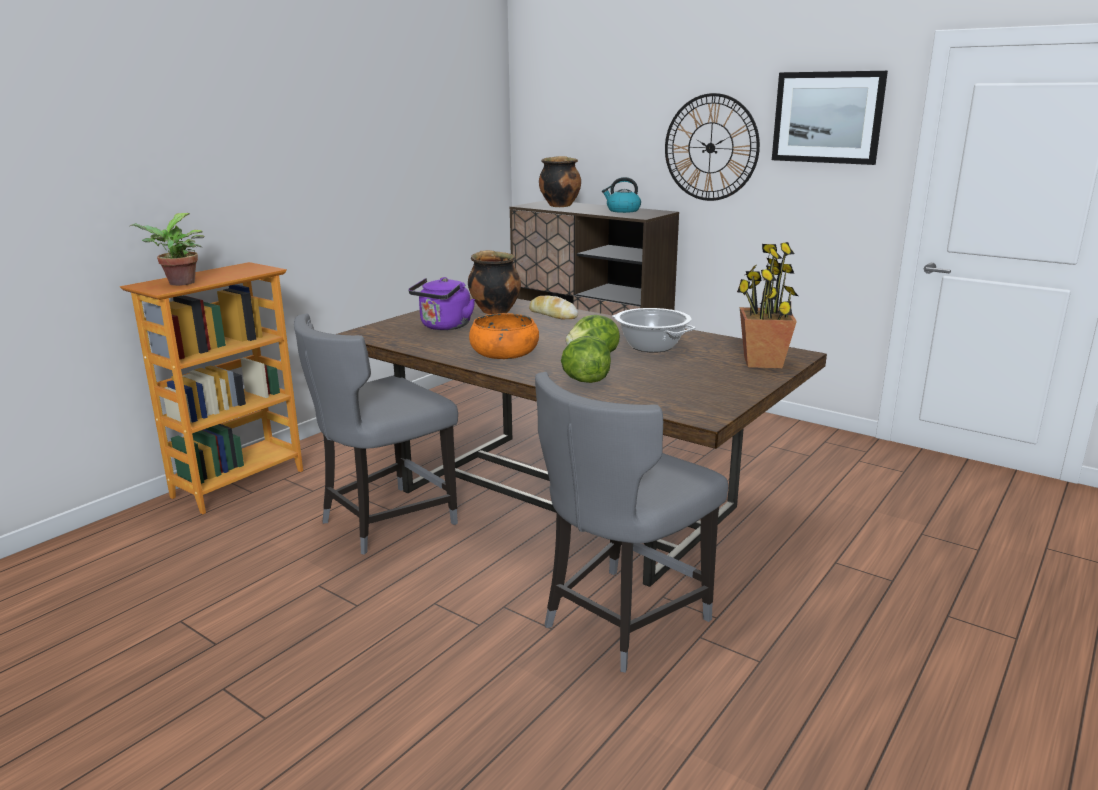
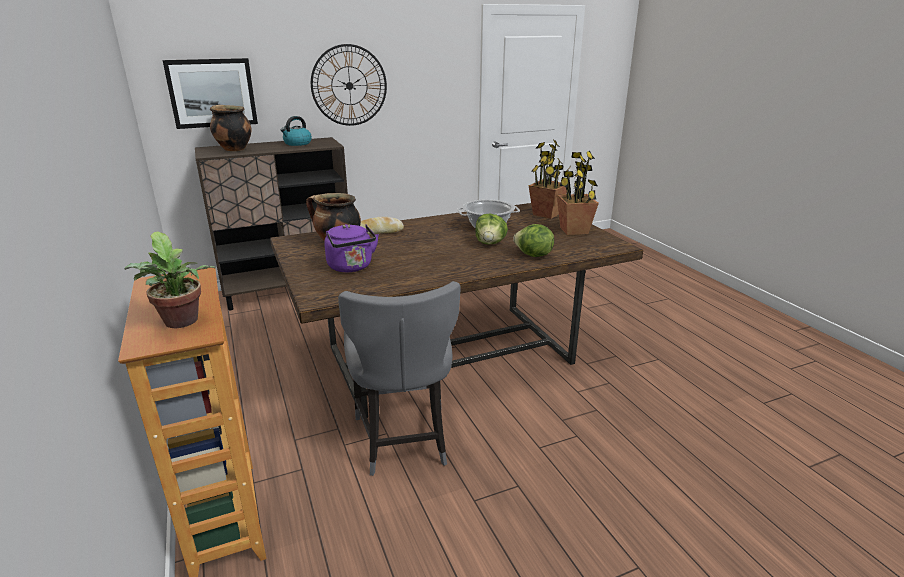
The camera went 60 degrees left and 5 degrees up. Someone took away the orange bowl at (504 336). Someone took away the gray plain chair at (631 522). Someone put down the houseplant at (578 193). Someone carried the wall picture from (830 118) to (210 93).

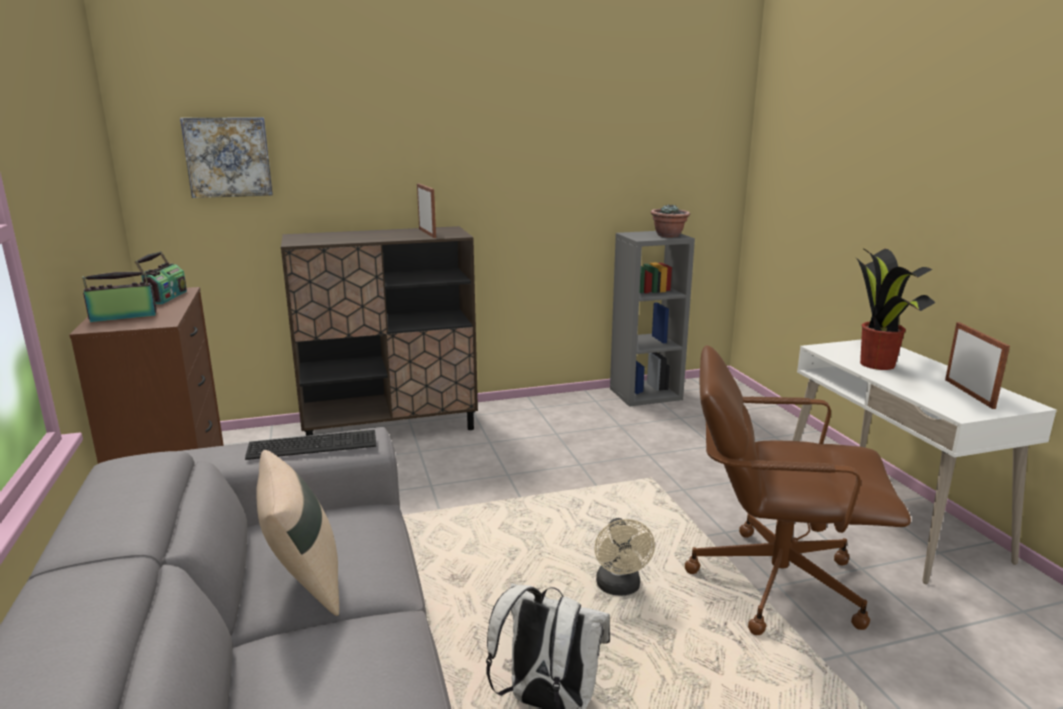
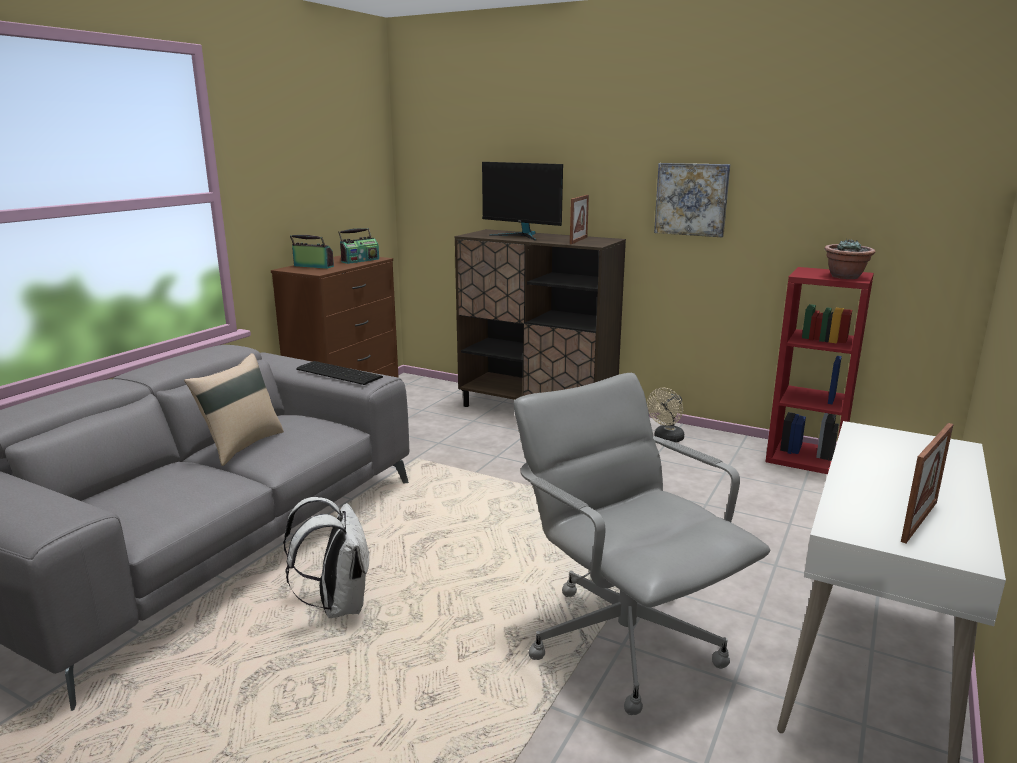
The camera went 45 degrees right and 0 degrees up. Someone took away the houseplant at (896 309). Someone put down the monitor at (522 201). Someone carried the wall picture from (226 157) to (692 200). Someone carried the sand-coloured electric fan from (625 556) to (665 415). Someone repainted the gray bookshelf at (652 319), which became the red-coloured bookshelf at (819 370). Someone repainted the brown-coloured desk chair at (798 490), which became the gray desk chair at (642 544).

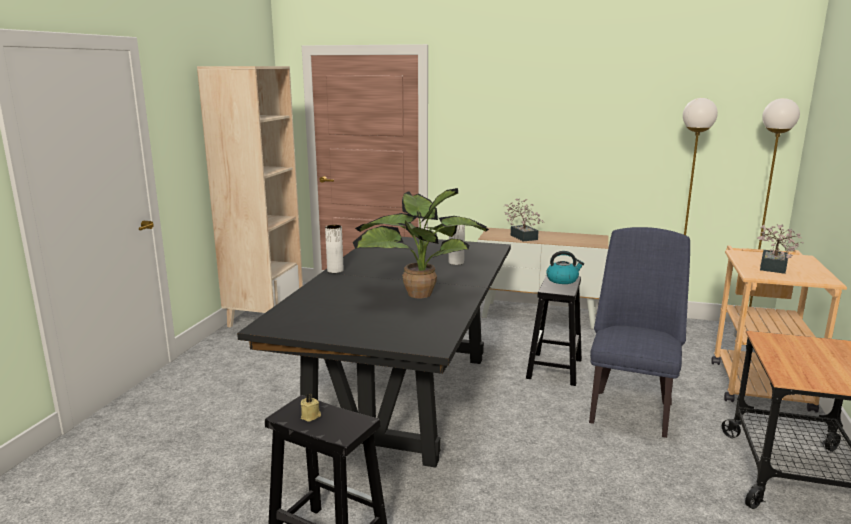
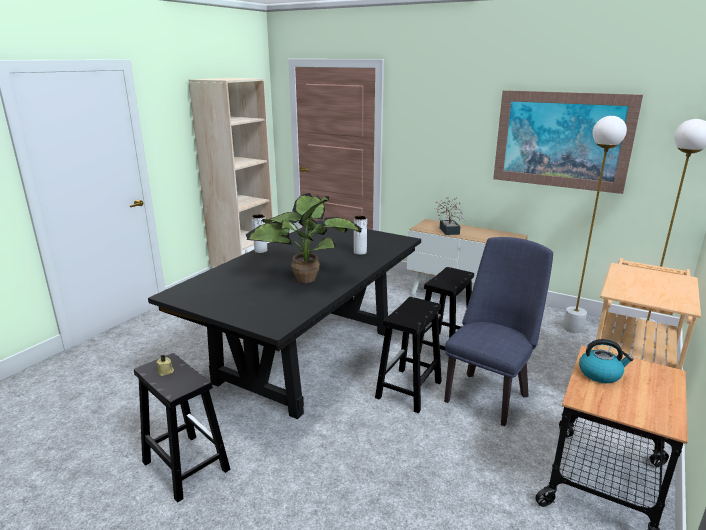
The camera went 15 degrees right and 5 degrees up. Someone took away the houseplant at (780 249). Someone put down the black stool seat at (408 355). Someone put up the wall picture at (568 142). Someone carried the tea kettle from (565 267) to (606 361).

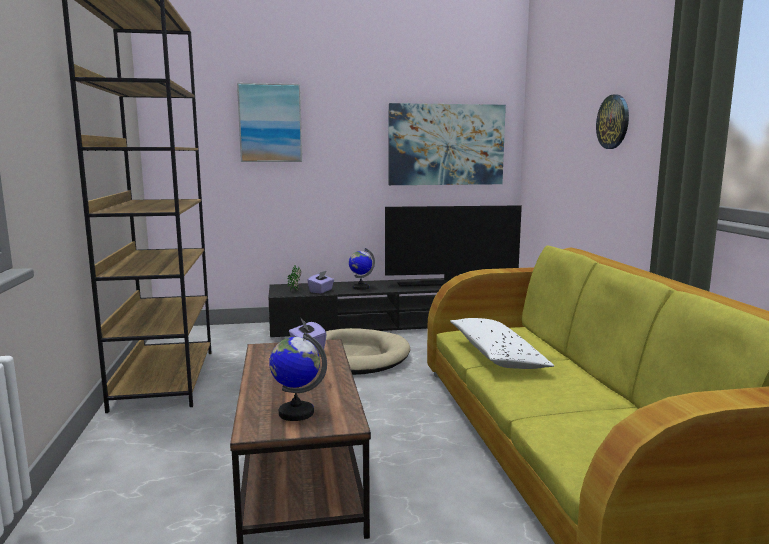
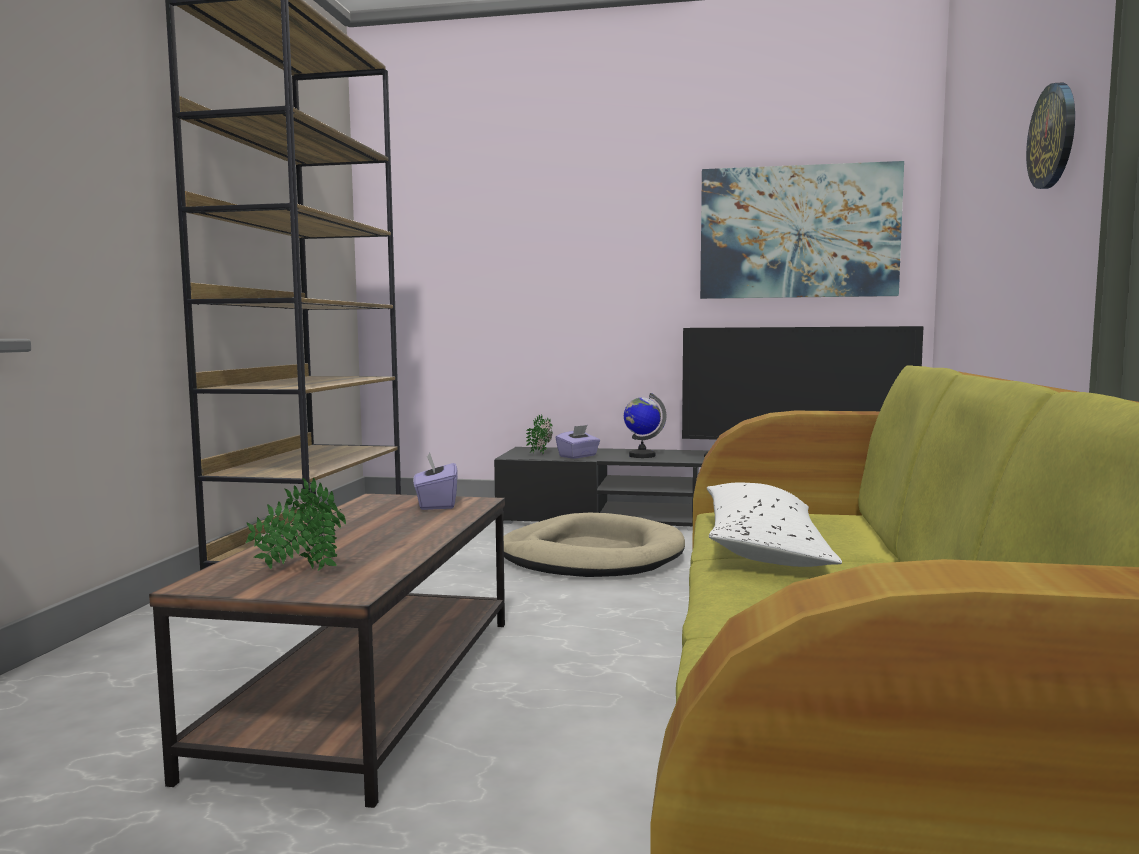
The camera went 20 degrees right and 5 degrees down. Someone took away the wall picture at (269 122). Someone swapped the world globe at (298 376) for the houseplant at (295 524).

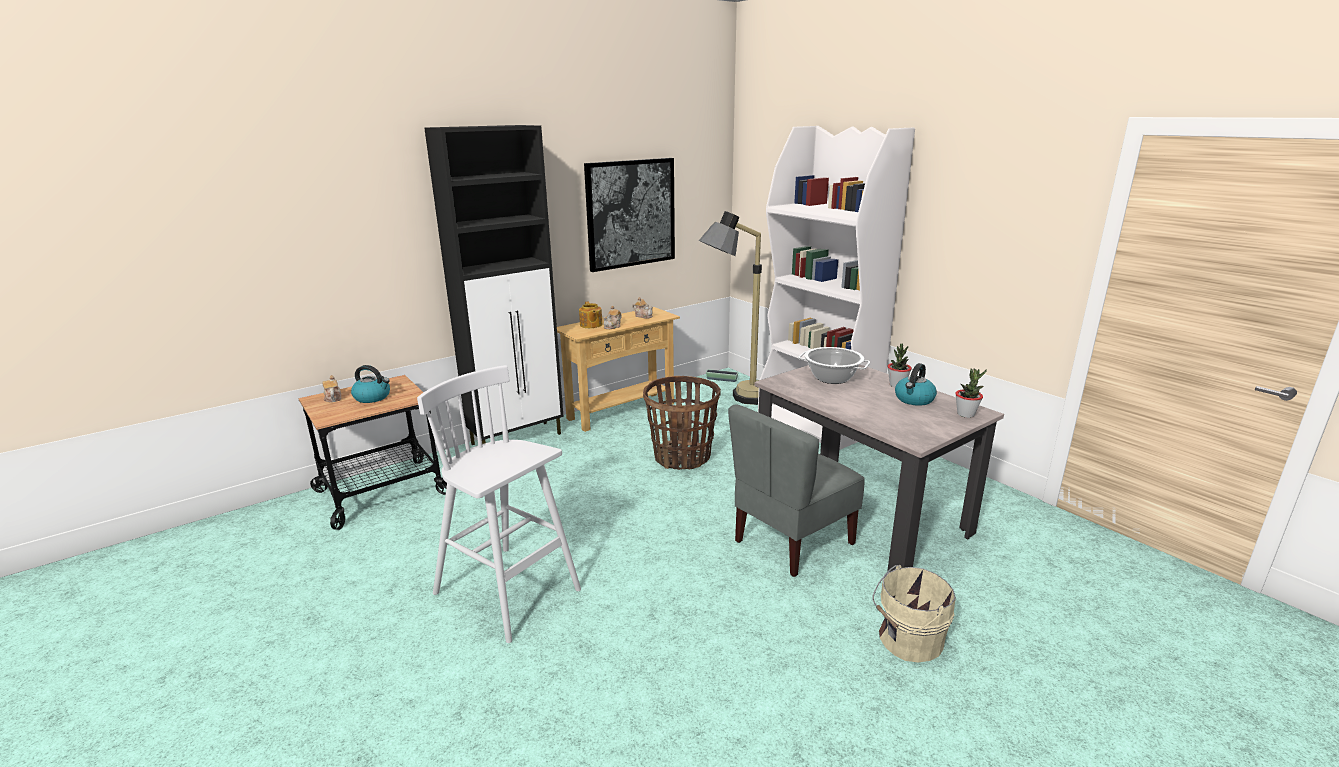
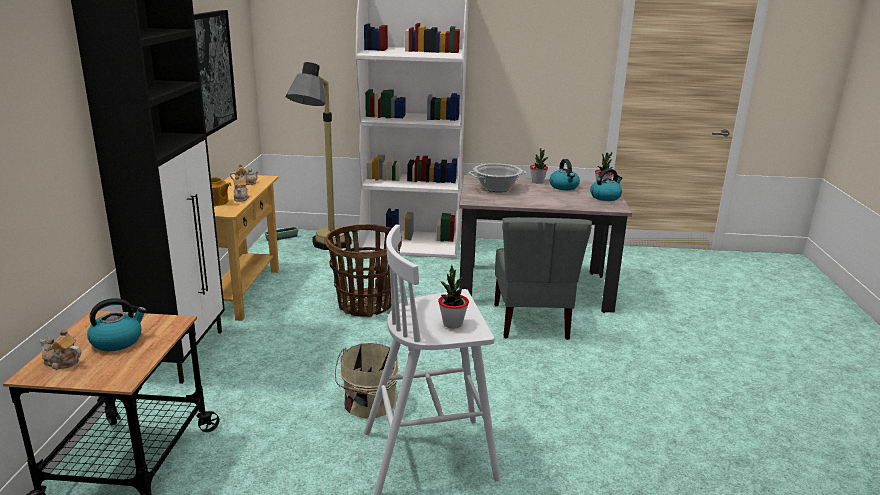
The camera went 50 degrees left and 0 degrees up. Someone put down the houseplant at (453 297). Someone put down the tea kettle at (606 184). Someone carried the sand-coloured pail from (914 613) to (367 381).

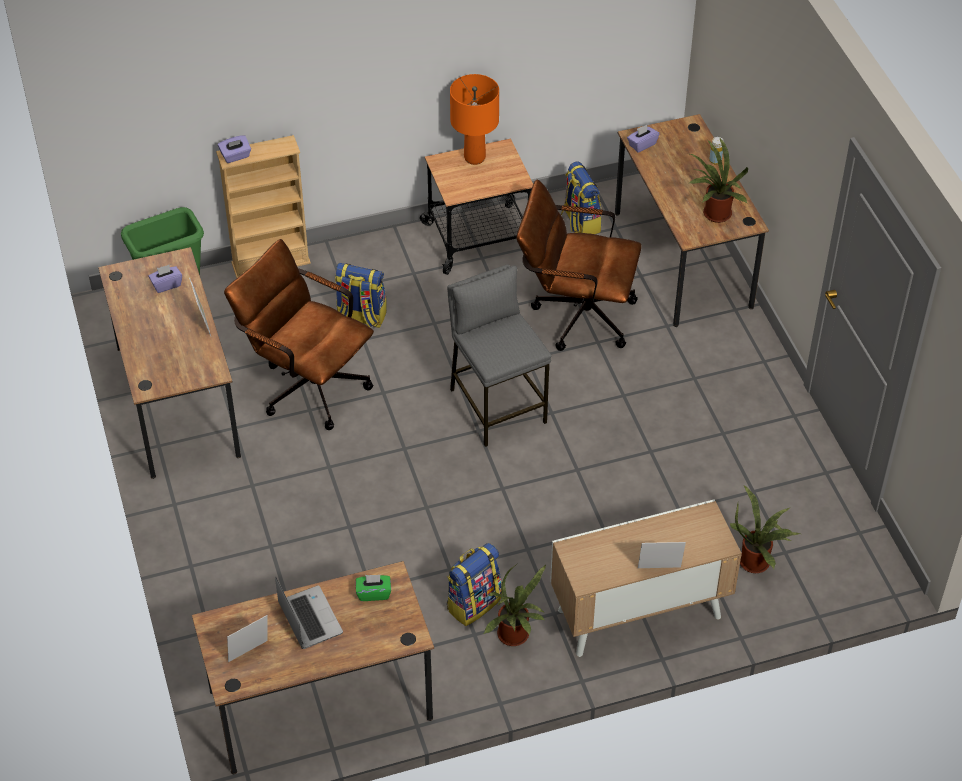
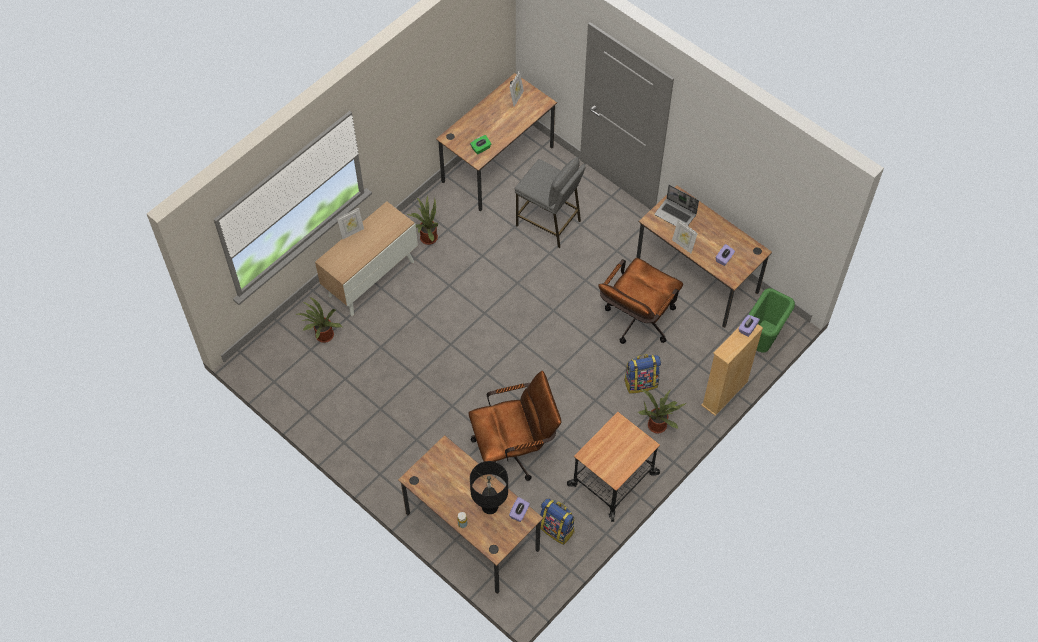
The camera went 150 degrees right and 10 degrees up. Someone took away the backpack at (474 584). Someone took away the orange table lamp at (474 119). Someone put down the black table lamp at (489 487). Someone carried the portable computer from (309 612) to (676 205). Someone carried the gray stool seat from (499 355) to (550 202). Someone carried the houseplant from (718 180) to (662 410). Someone rotated the brown-coloured desk chair at (299 334) by 120 degrees clockwise.

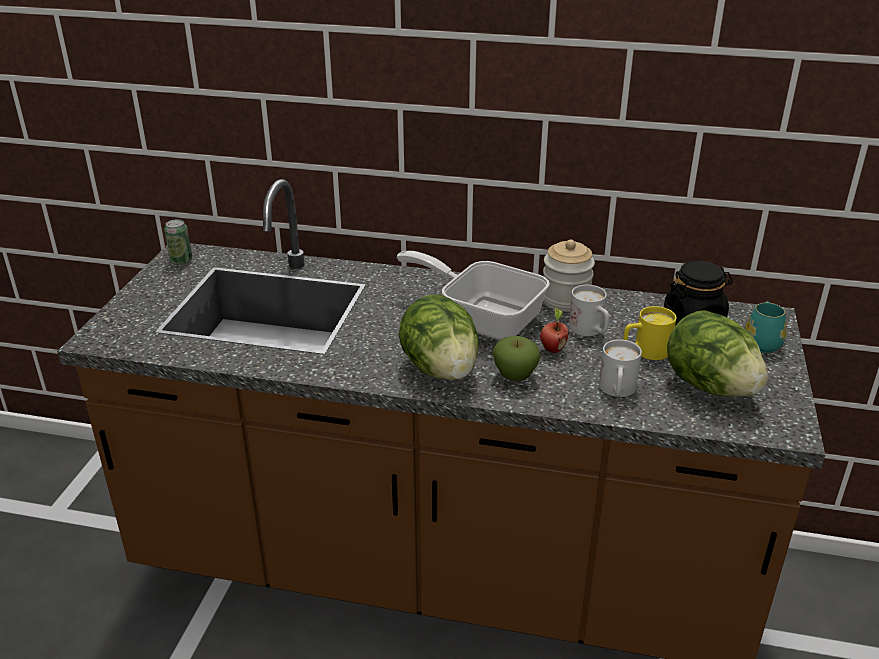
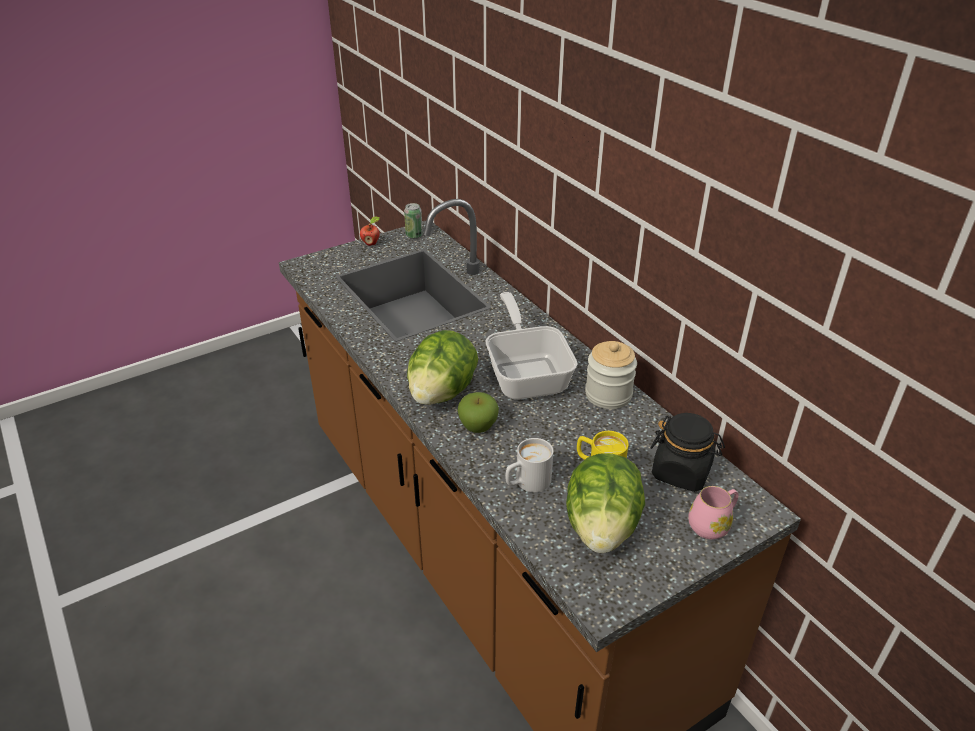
The camera went 45 degrees right and 5 degrees up. Someone took away the whitish mug at (589 310). Someone carried the apple fruit from (554 330) to (370 231). Someone repainted the blue-green mug at (765 327), which became the pink-coloured mug at (713 512).

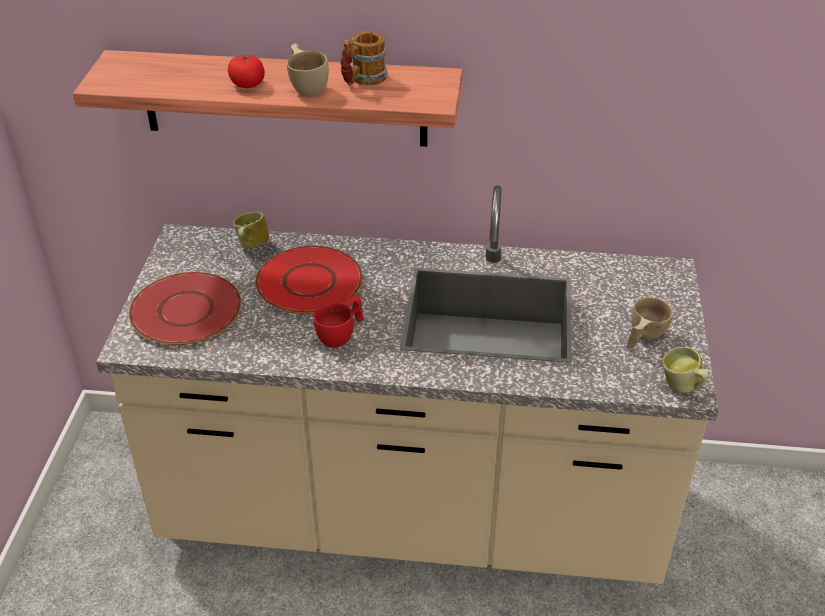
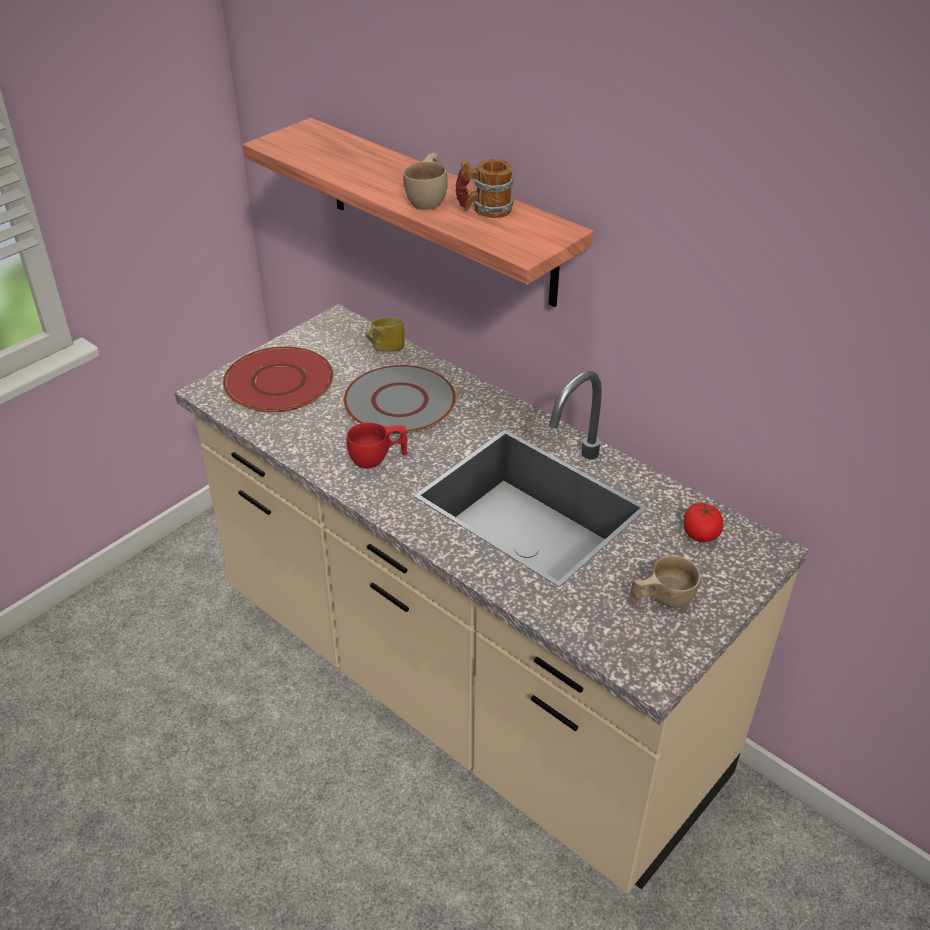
The camera went 35 degrees right and 0 degrees up. Someone took away the mug at (685 370). Someone carried the fresh tomato from (246 71) to (703 522). Someone repainted the red-coloured plate at (309 280), which became the gray plate at (399 399).

